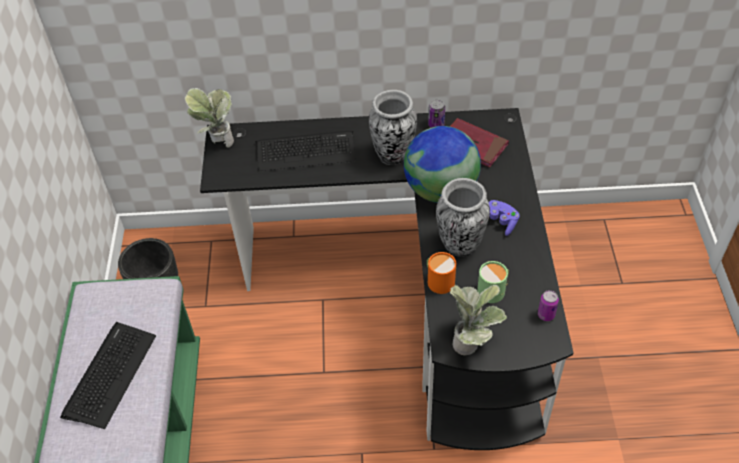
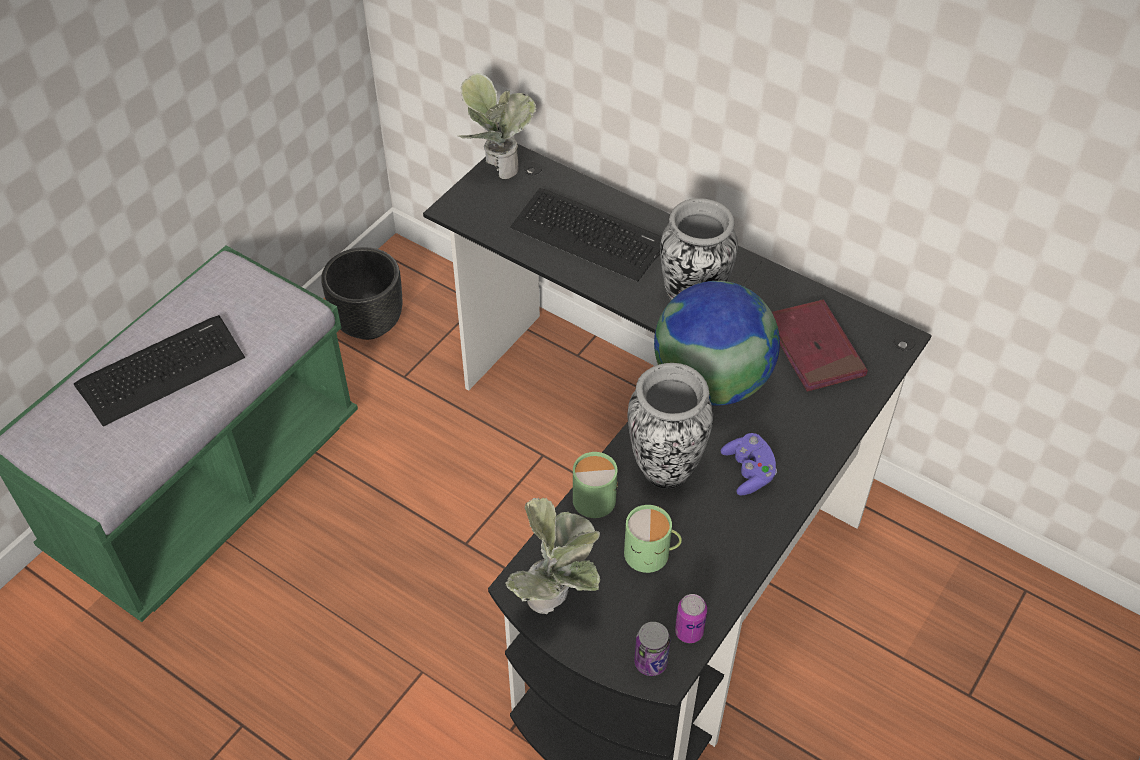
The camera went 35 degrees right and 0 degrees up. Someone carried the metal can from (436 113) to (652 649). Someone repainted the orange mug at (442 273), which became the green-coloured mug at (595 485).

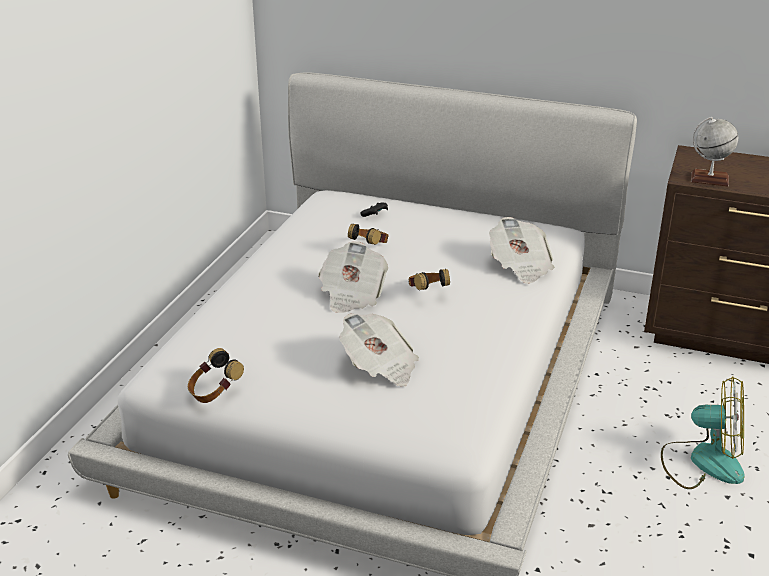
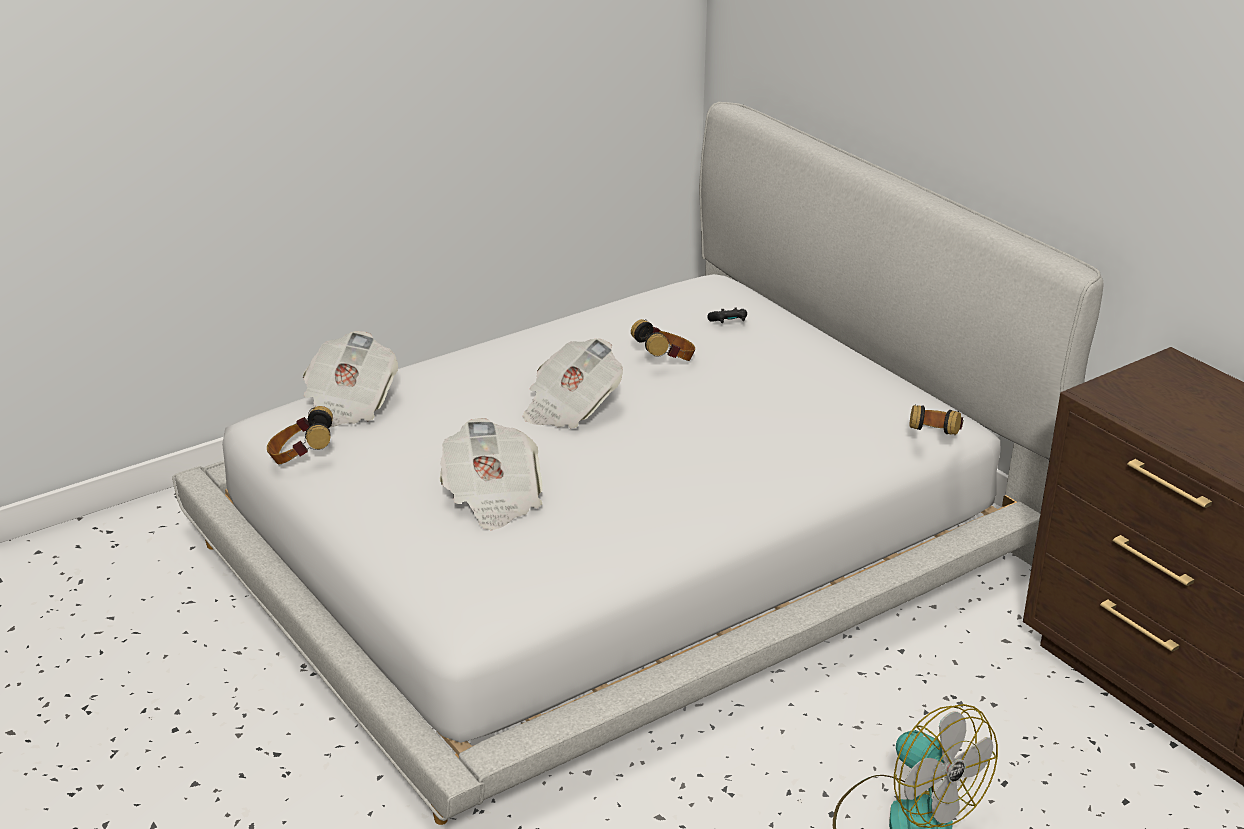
The camera went 35 degrees right and 0 degrees up. Someone took away the world globe at (714 151). Someone carried the headset from (429 279) to (936 419). Someone carried the printed paper from (522 250) to (350 379).

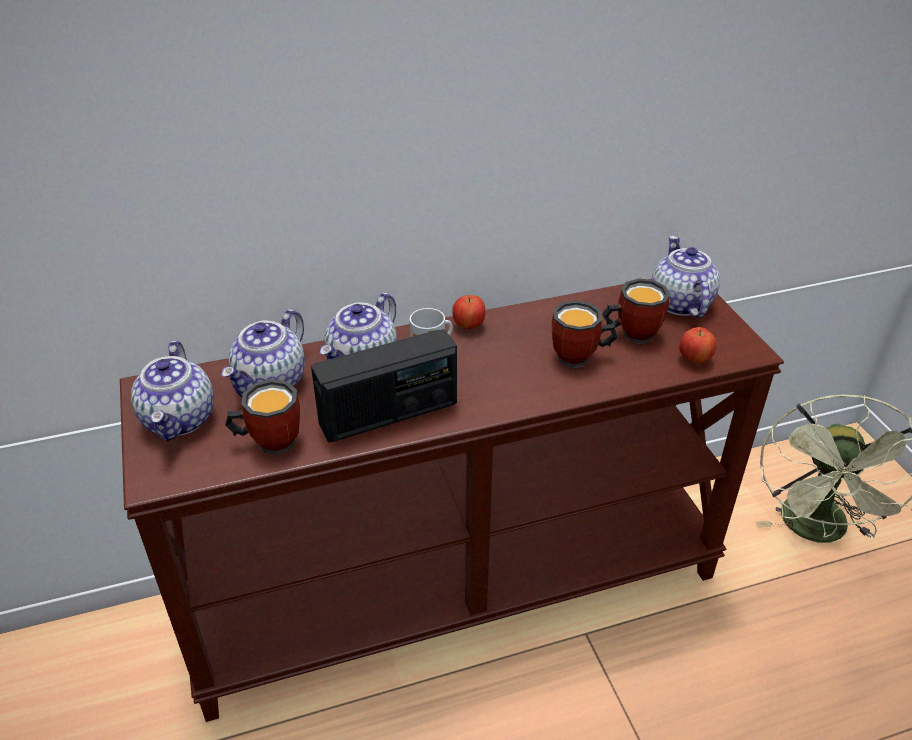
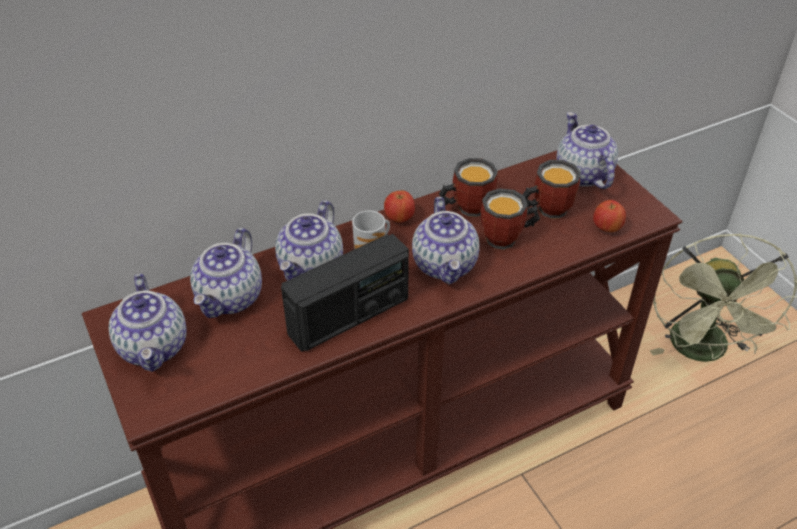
The camera went 10 degrees left and 5 degrees up. Someone put down the pot for tea at (446 240). Someone carried the mug from (262 417) to (468 187).

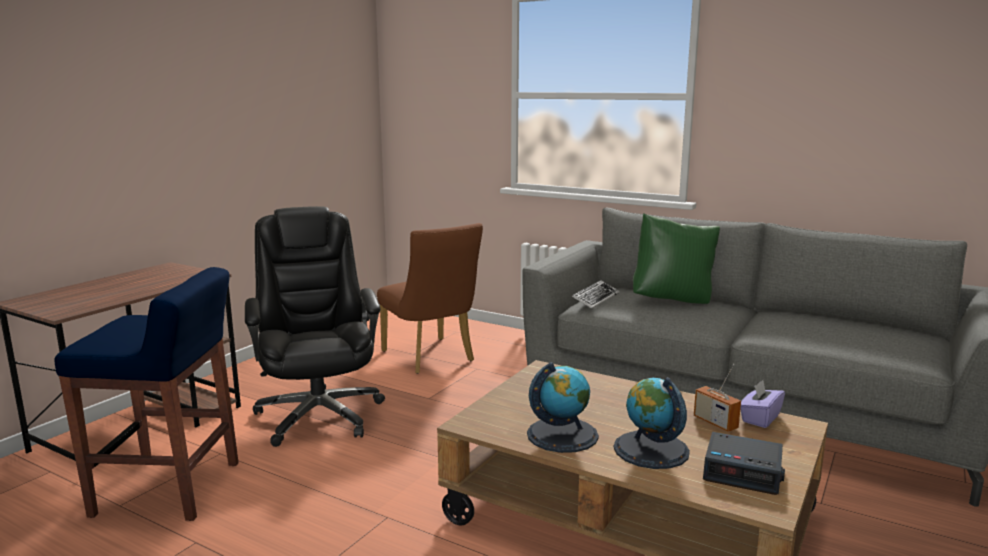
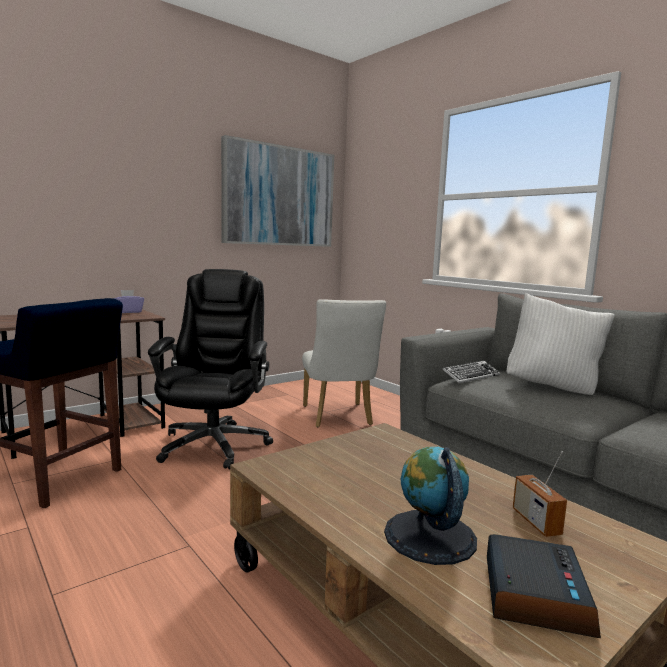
The camera went 20 degrees right and 5 degrees down. Someone took away the world globe at (563 407). Someone put up the wall picture at (277 191). Someone carried the purple-coloured tissue box from (762 404) to (128 301). Someone repainted the brown-coloured plain chair at (430 298), which became the whitish plain chair at (344 363). Someone repainted the green-coloured throw pillow at (676 258), which became the whitish throw pillow at (561 344). Someone rotated the table clock at (744 463) by 120 degrees counterclockwise.

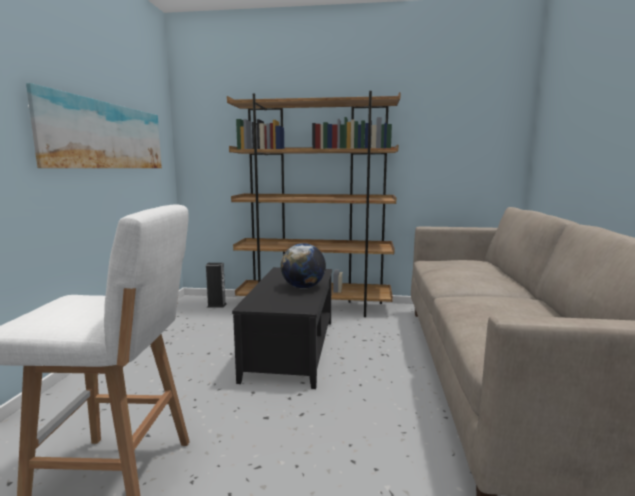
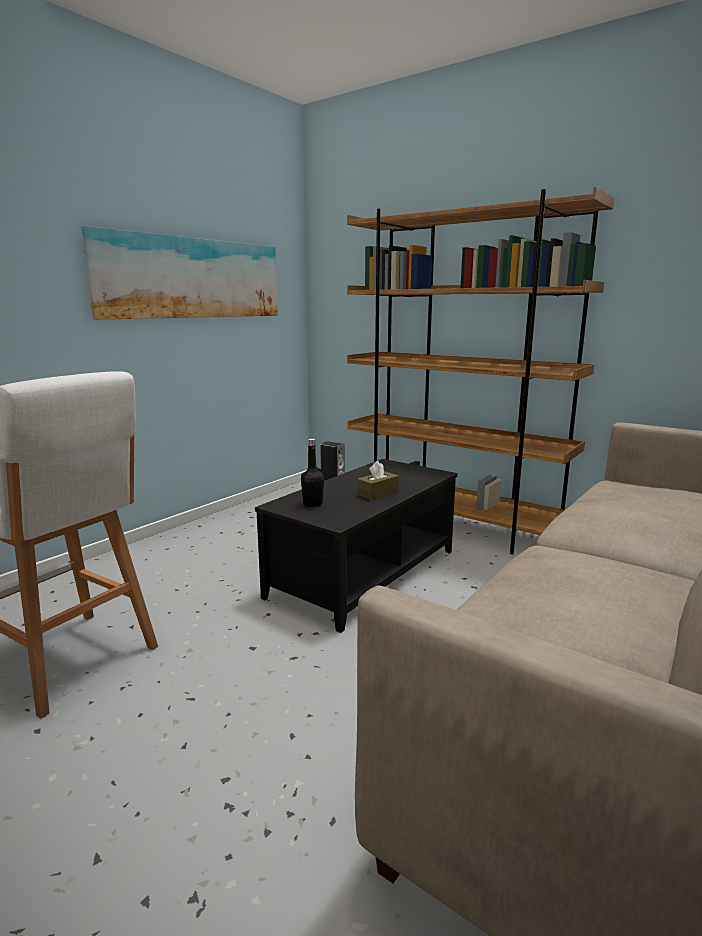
The camera went 30 degrees right and 5 degrees up. Someone put down the black bottle at (312 472). Someone swapped the world globe at (303 266) for the brown-coloured tissue box at (378 480).

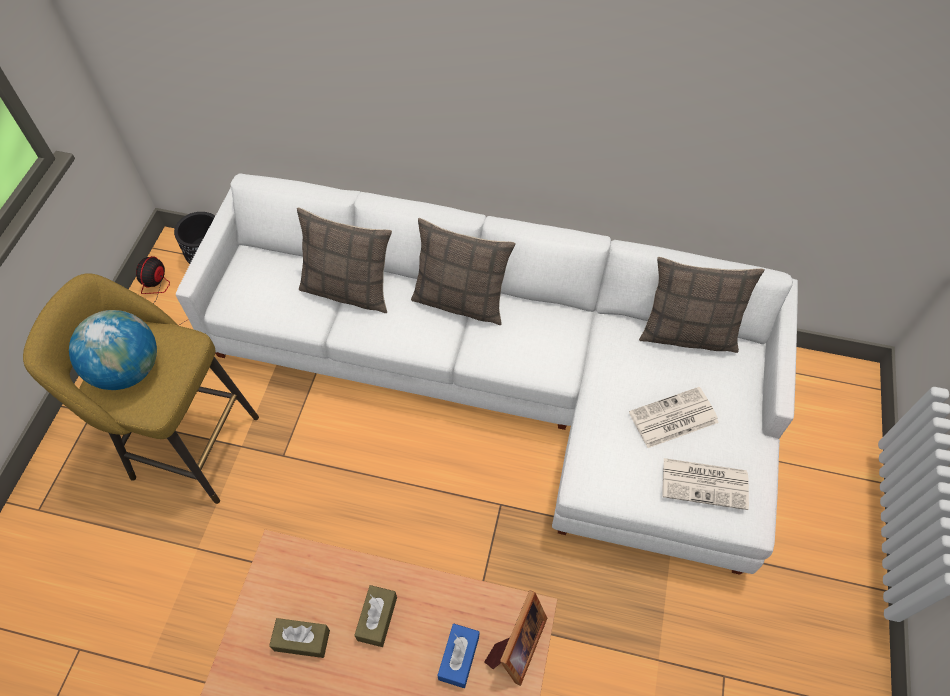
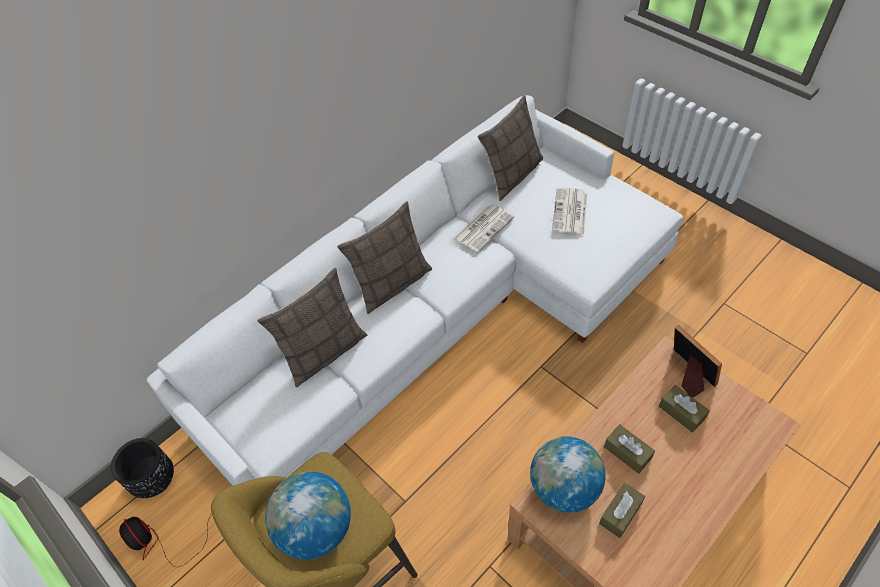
The camera went 55 degrees left and 5 degrees down. Someone put down the world globe at (568 474). Someone carried the printed paper from (705 484) to (483 228). Someone repainted the bluish tissue box at (458 655), which became the brown-coloured tissue box at (684 409).

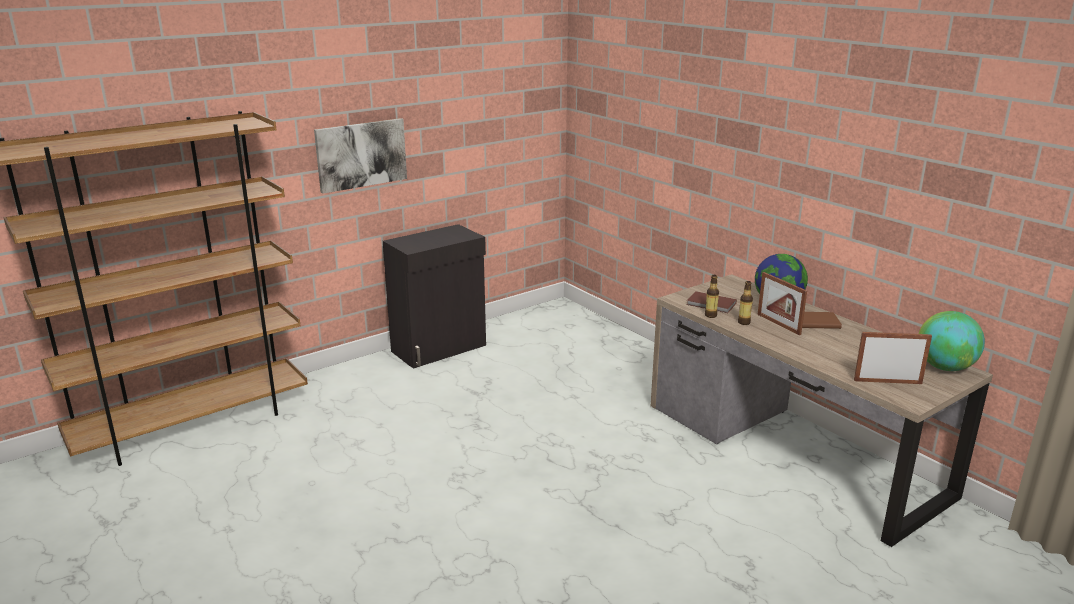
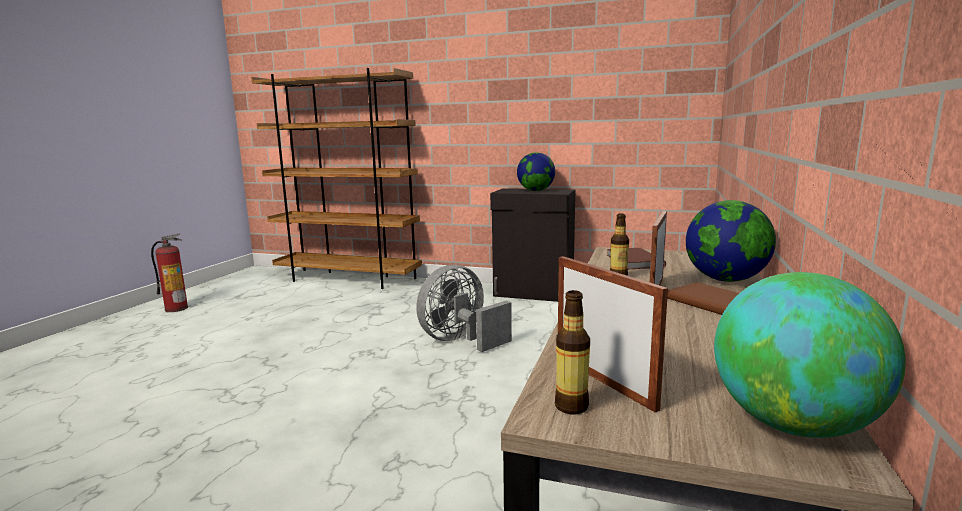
The camera went 55 degrees right and 10 degrees down. Someone took away the wall picture at (360 156). Someone put down the fire-fighting cylinder at (169 272). Someone put down the gray electric fan at (464 308). Someone put down the world globe at (536 171). Someone carried the bottle from (712 296) to (572 352).

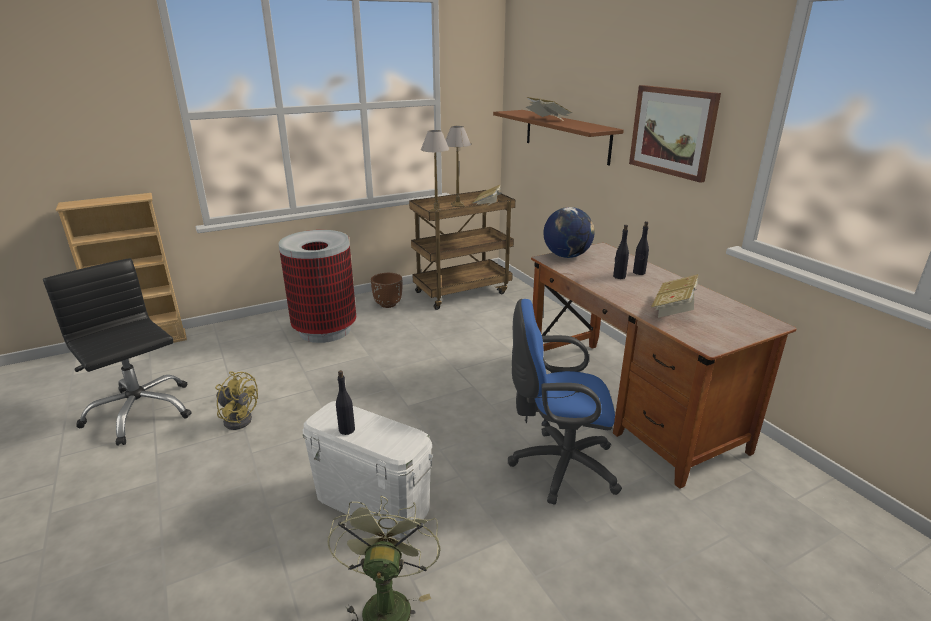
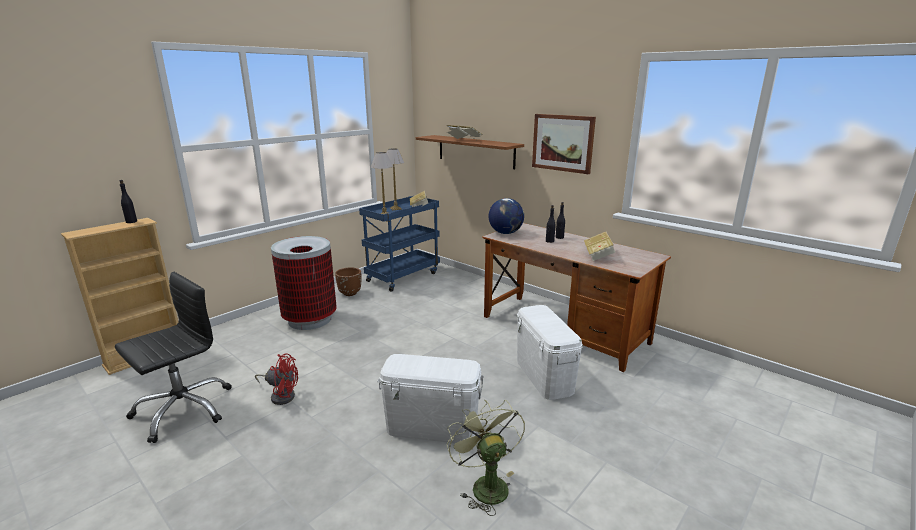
The camera went 20 degrees left and 5 degrees down. Someone carried the black bottle from (345 402) to (128 201). Someone swapped the bluish desk chair at (565 402) for the whitish storage box at (550 352). Someone repainted the yellowish electric fan at (236 401), which became the red-coloured electric fan at (276 379). Someone repainted the brown-coloured wheeled cart at (462 250), which became the bluish wheeled cart at (399 244). Someone rotated the black desk chair at (117 352) by 105 degrees clockwise.

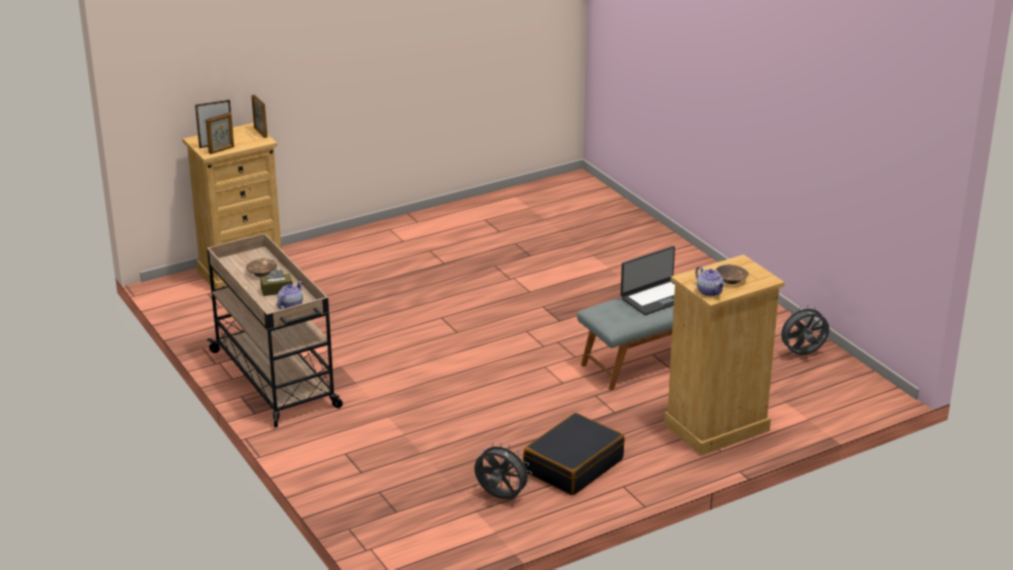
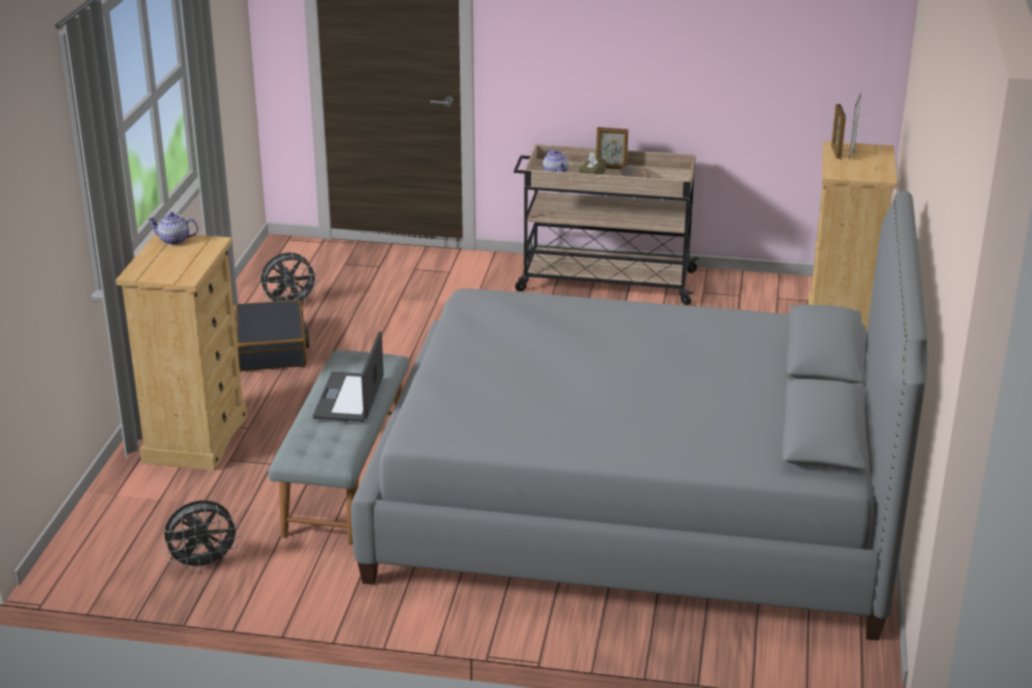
The camera went 130 degrees right and 0 degrees up. Someone took away the brown-coloured bowl at (732 274). Someone put down the gray sleeping bed at (639 415). Someone carried the photo frame from (259 116) to (612 148). Someone rotated the gray electric fan at (803 330) by 45 degrees clockwise.

